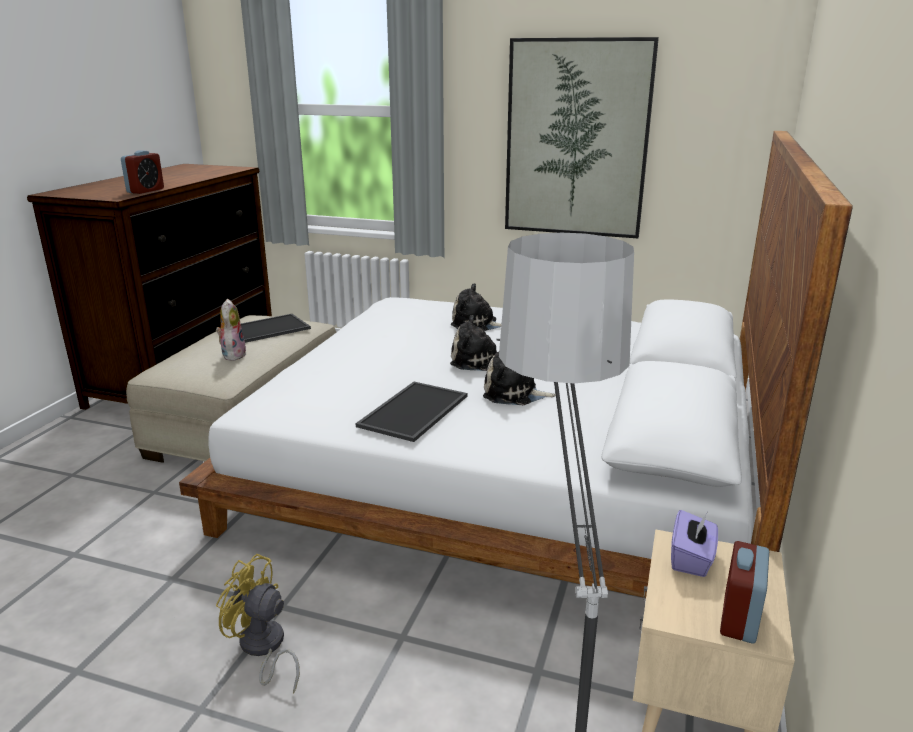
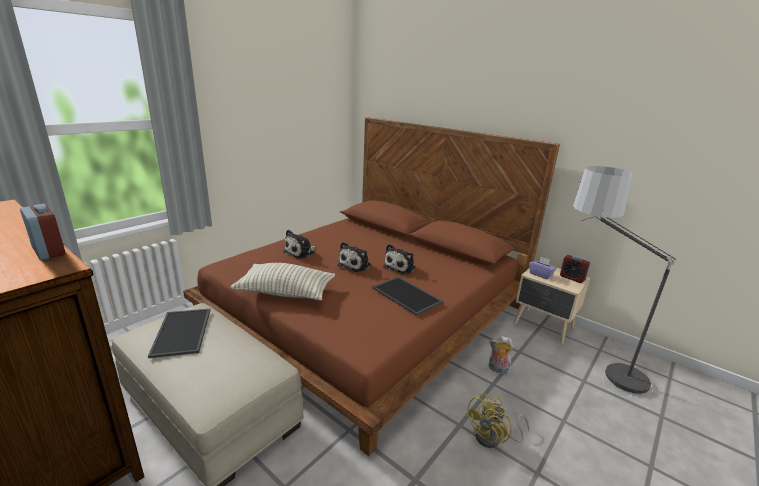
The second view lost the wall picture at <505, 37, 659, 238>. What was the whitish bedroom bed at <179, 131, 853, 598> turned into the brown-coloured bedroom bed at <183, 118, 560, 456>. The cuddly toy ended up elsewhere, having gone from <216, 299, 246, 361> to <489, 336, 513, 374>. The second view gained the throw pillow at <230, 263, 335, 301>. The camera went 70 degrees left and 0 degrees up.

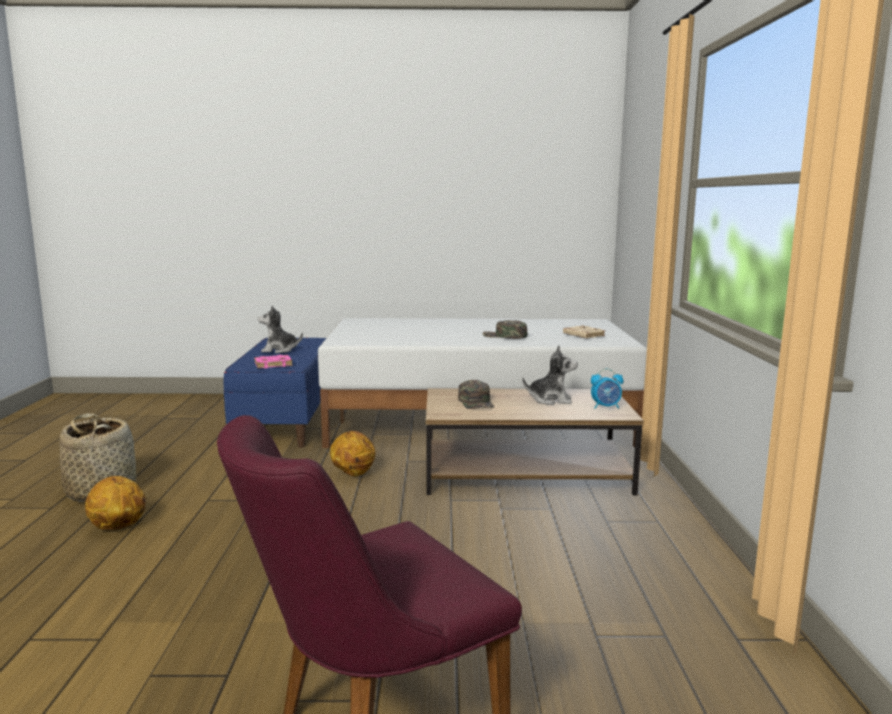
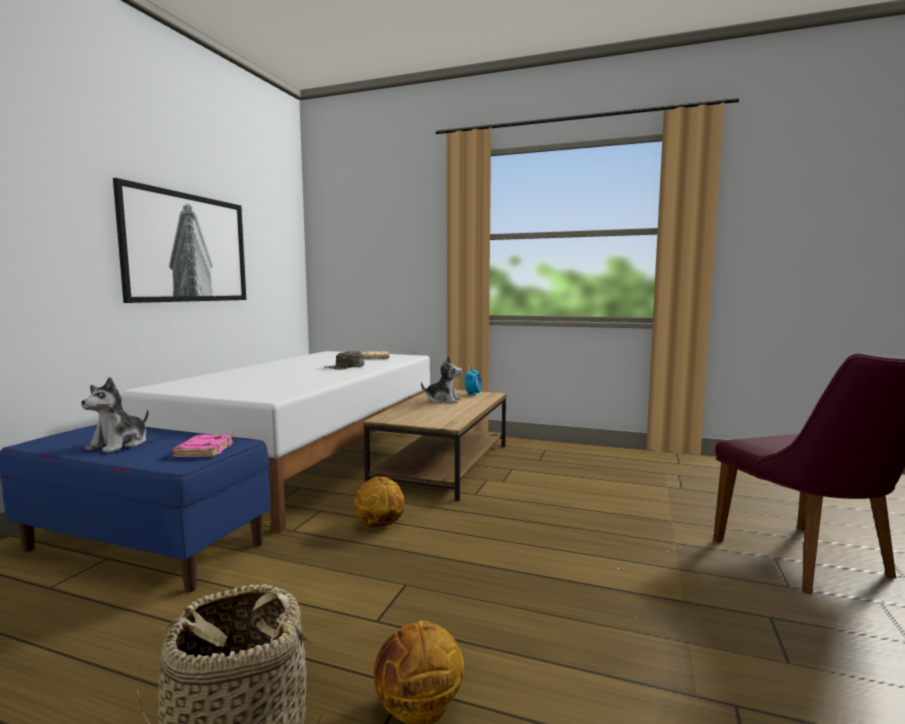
The cuddly toy at <522, 345, 578, 405> ended up facing another way, 75 degrees clockwise from before. The second view lost the greenish baseball cap at <458, 380, 494, 409>. The second view gained the wall picture at <113, 178, 246, 303>. The camera went 70 degrees left and 5 degrees down.

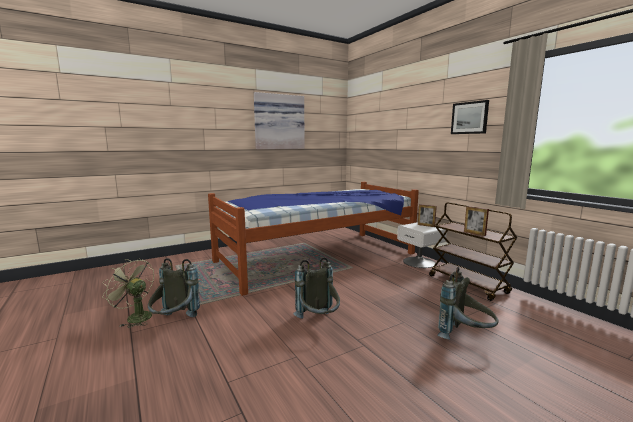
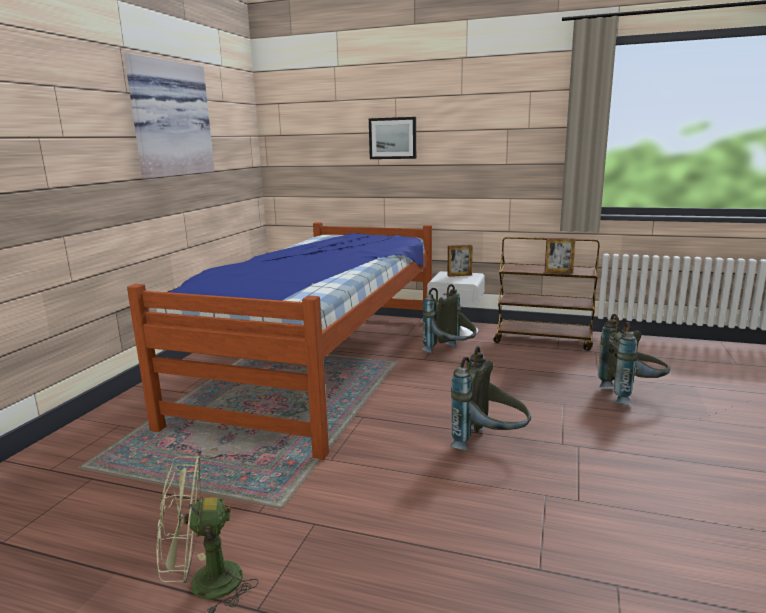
The wall picture ended up elsewhere, having gone from <451, 100, 489, 134> to <369, 117, 416, 159>. The grey rucksack ended up elsewhere, having gone from <148, 258, 200, 317> to <421, 284, 477, 354>. The camera went 40 degrees left and 5 degrees up.

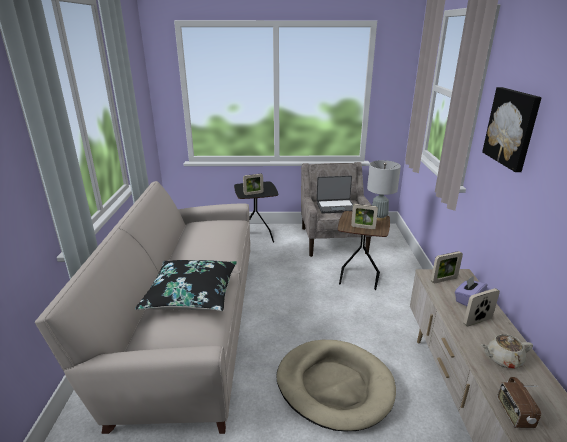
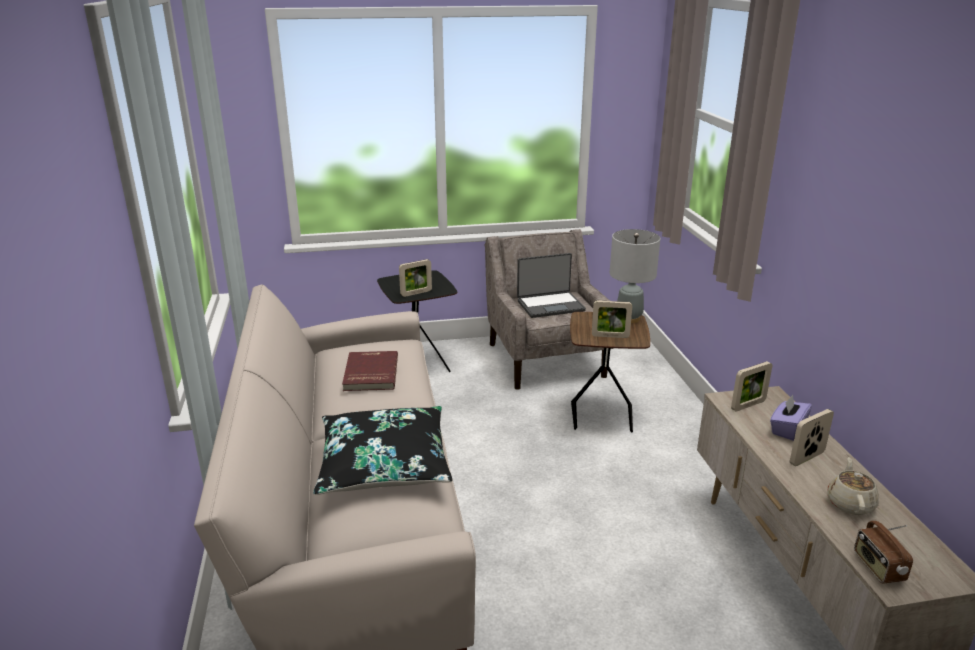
The second view lost the wall picture at <482, 87, 542, 172>. The sand-coloured tea pot at <481, 334, 533, 368> ended up facing another way, 120 degrees clockwise from before. The second view lost the sand-coloured dog cushion at <276, 340, 396, 431>. The second view gained the reddish volume at <342, 351, 398, 391>. The camera went 10 degrees left and 0 degrees up.

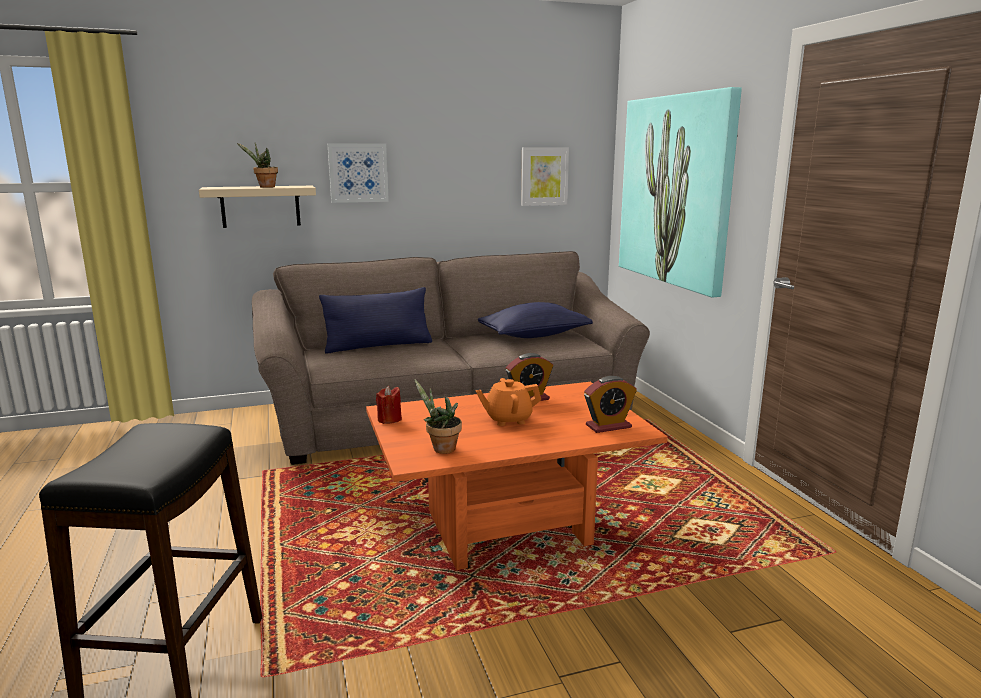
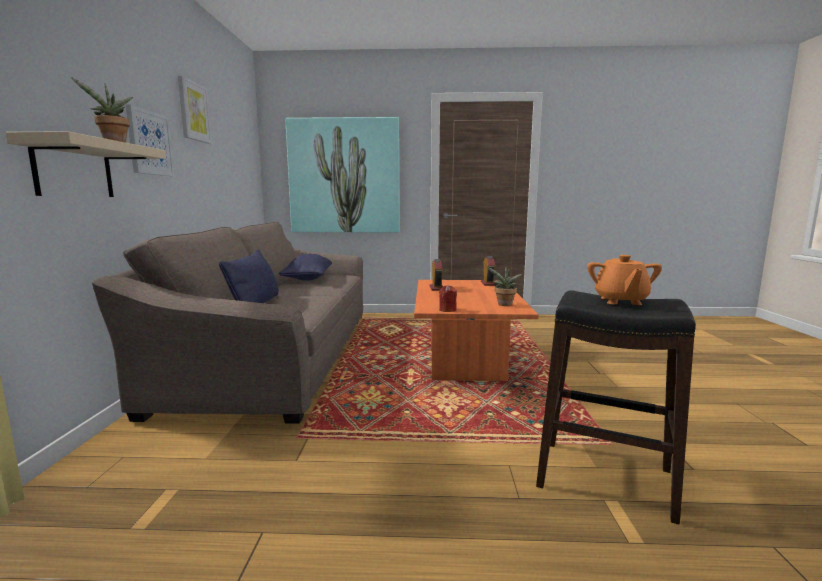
The wall picture ended up elsewhere, having gone from <521, 148, 569, 206> to <178, 76, 212, 144>. The orange tea pot ended up elsewhere, having gone from <476, 378, 541, 426> to <587, 255, 662, 305>. The camera went 70 degrees left and 5 degrees down.

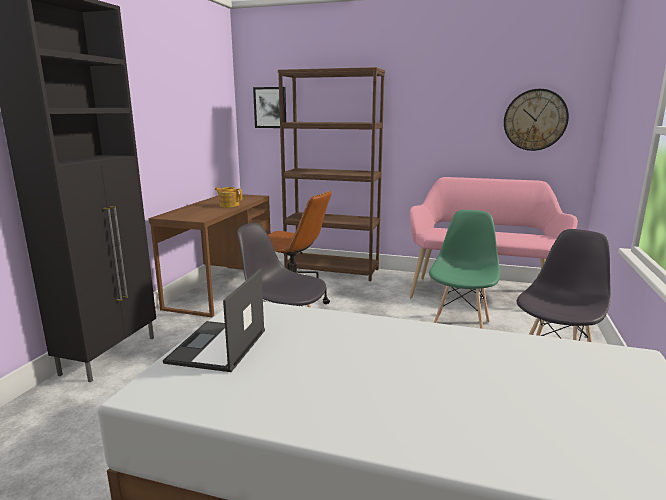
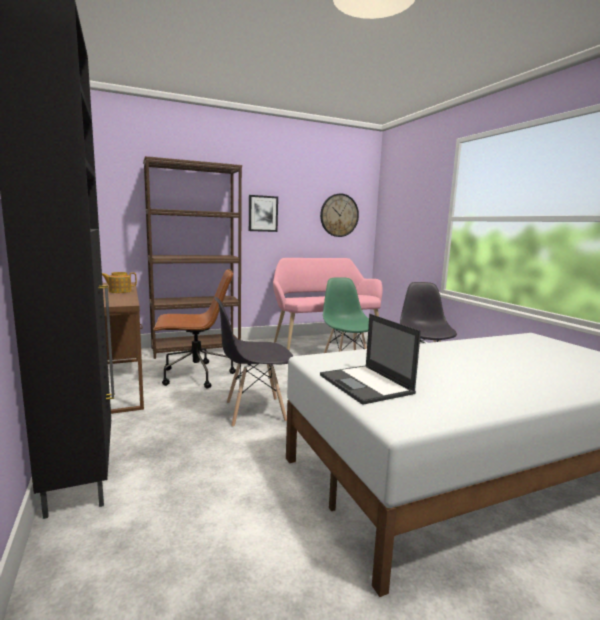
The wall picture ended up elsewhere, having gone from <253, 87, 286, 128> to <249, 195, 278, 232>. The camera went 40 degrees left and 5 degrees down.

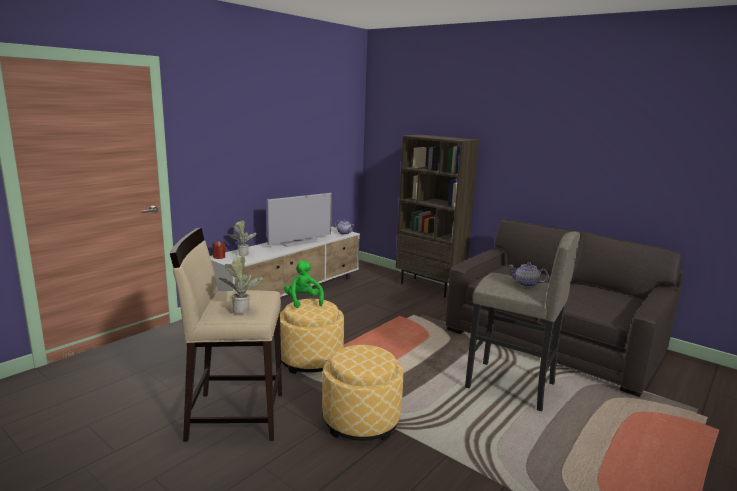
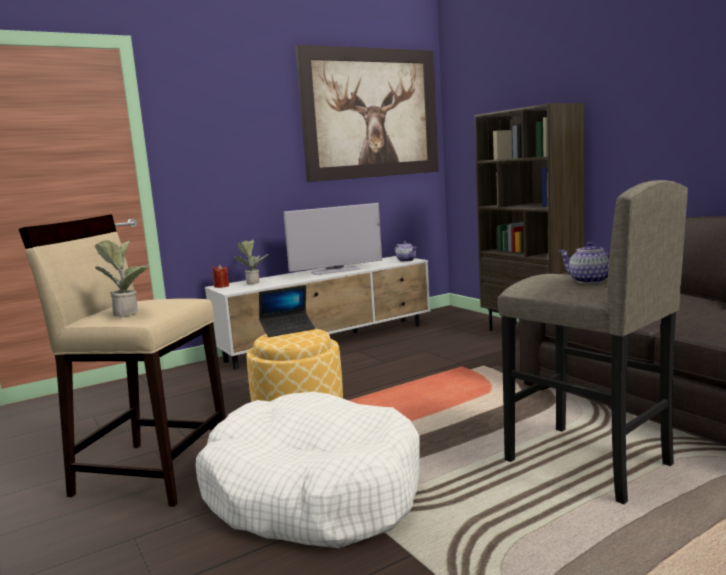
Where the greenish cuddly toy stood at <284, 260, 324, 308>, the laptop came to stand at <259, 285, 315, 337>. Where the ottoman stood at <322, 345, 403, 441>, the whitish dog cushion came to stand at <196, 392, 420, 548>. The second view gained the wall picture at <295, 45, 438, 182>. The camera went 20 degrees right and 5 degrees down.

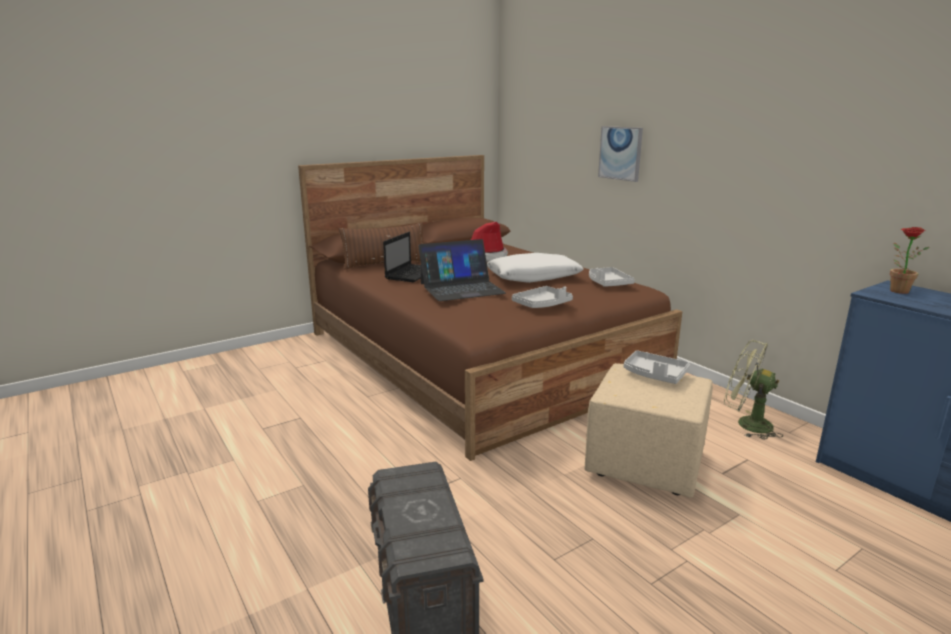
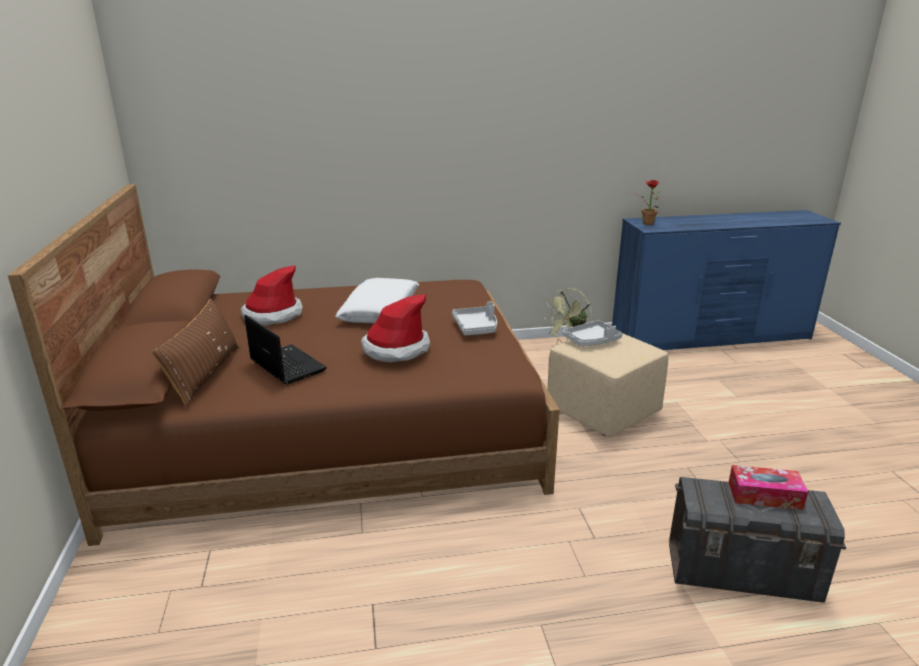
The second view lost the wall picture at <598, 126, 643, 182>. Where the laptop stood at <418, 239, 506, 301>, the clothing hat came to stand at <361, 294, 430, 363>. The second view lost the grey tray at <589, 267, 635, 287>. The second view gained the box of tissues at <728, 465, 808, 510>. The camera went 65 degrees left and 5 degrees up.

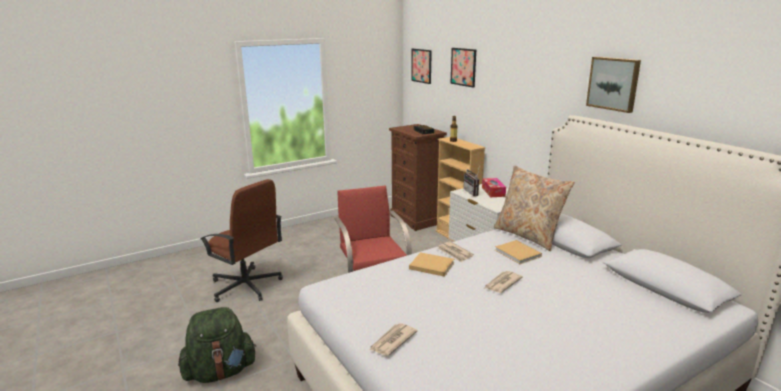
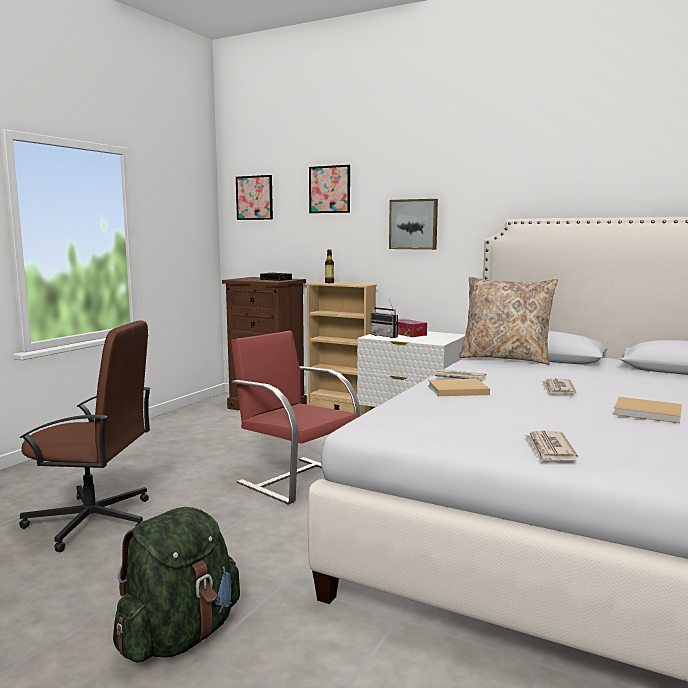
The wall picture ended up elsewhere, having gone from <586, 57, 641, 113> to <389, 199, 438, 250>. The sand-coloured volume ended up elsewhere, having gone from <495, 240, 542, 264> to <613, 397, 682, 423>. The camera went 30 degrees left and 10 degrees down.

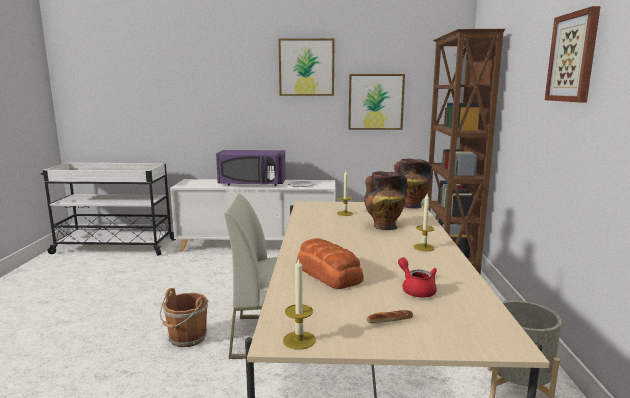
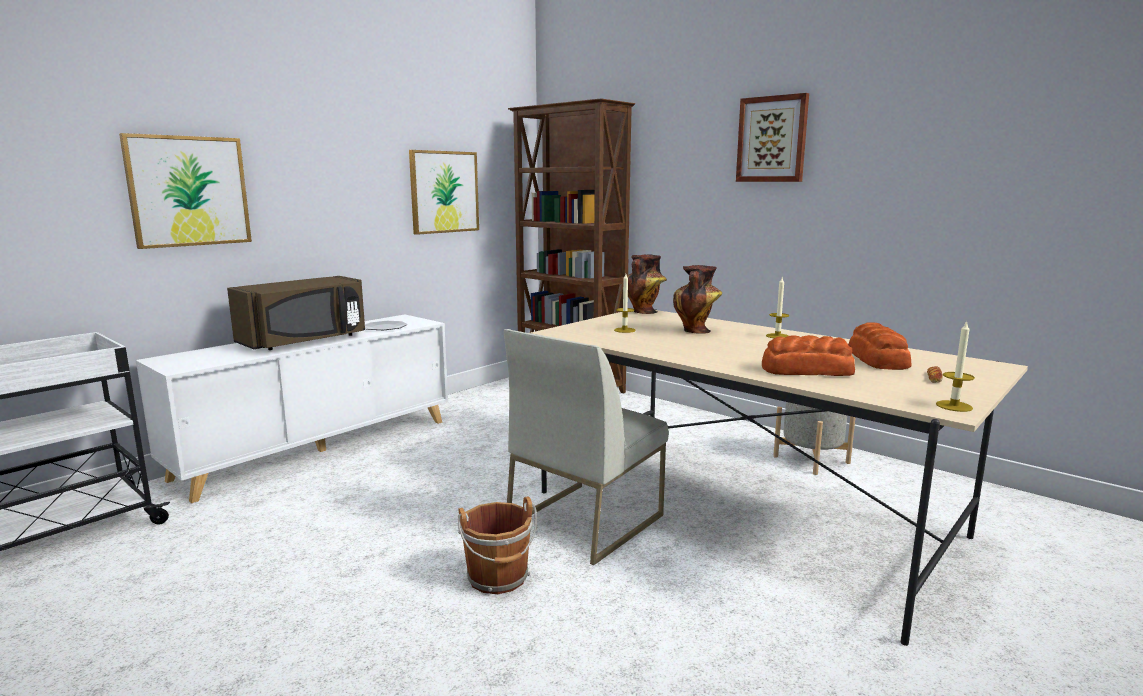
The wall picture ended up elsewhere, having gone from <279, 38, 335, 96> to <119, 133, 252, 249>. What was the purplish kitchen microwave at <216, 150, 286, 186> turned into the brown-coloured kitchen microwave at <227, 276, 365, 350>. Where the reddish tea pot stood at <398, 258, 437, 298>, the bread came to stand at <848, 322, 911, 370>. The camera went 50 degrees left and 0 degrees up.

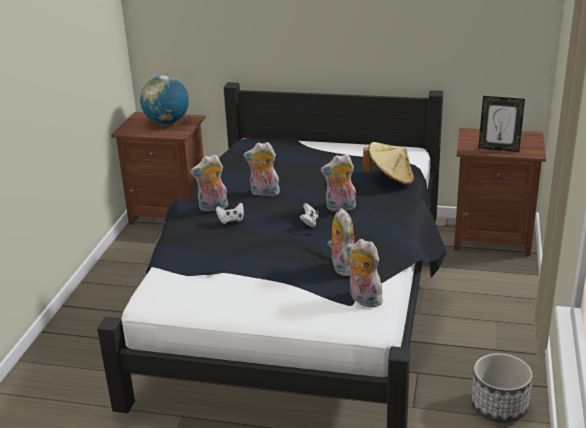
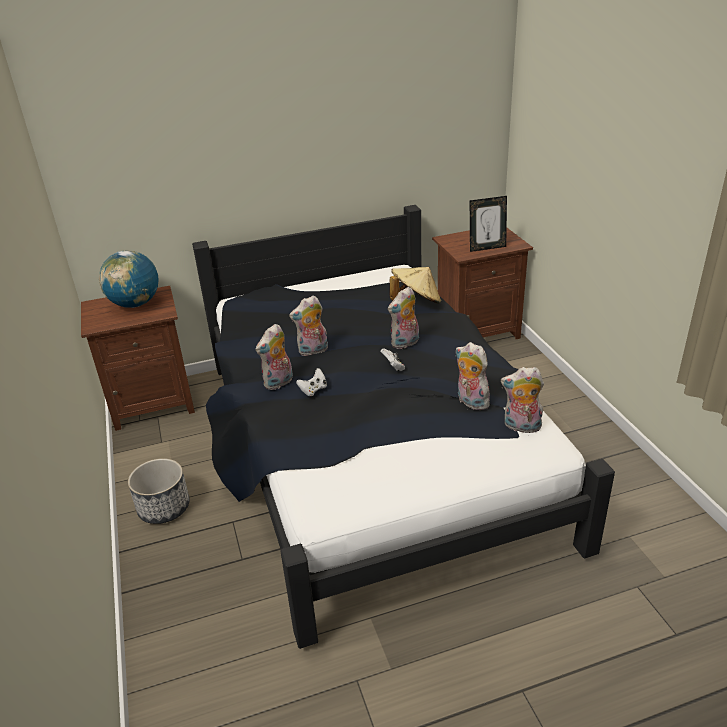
The plant pot ended up elsewhere, having gone from <471, 353, 532, 423> to <128, 458, 190, 524>. The camera went 30 degrees left and 5 degrees up.

